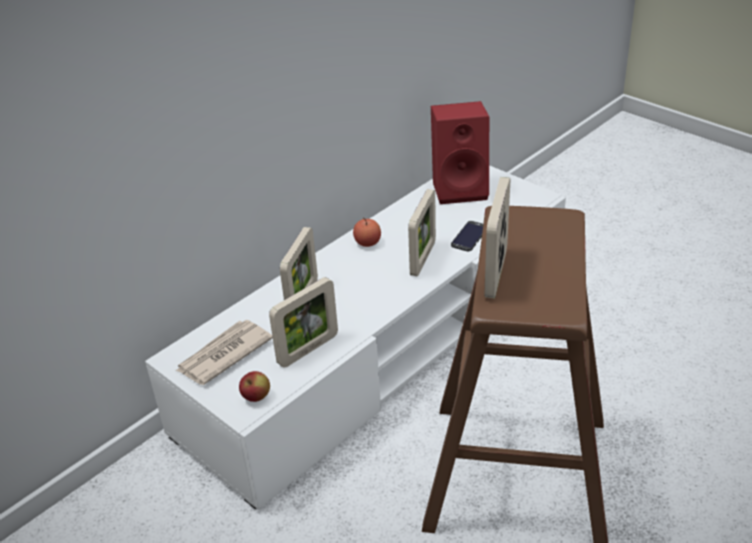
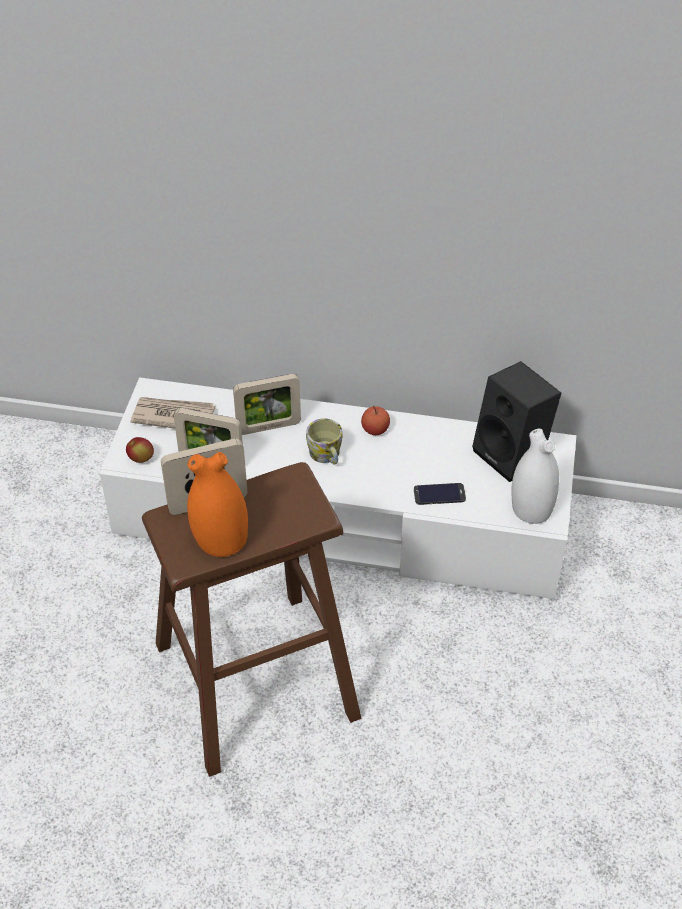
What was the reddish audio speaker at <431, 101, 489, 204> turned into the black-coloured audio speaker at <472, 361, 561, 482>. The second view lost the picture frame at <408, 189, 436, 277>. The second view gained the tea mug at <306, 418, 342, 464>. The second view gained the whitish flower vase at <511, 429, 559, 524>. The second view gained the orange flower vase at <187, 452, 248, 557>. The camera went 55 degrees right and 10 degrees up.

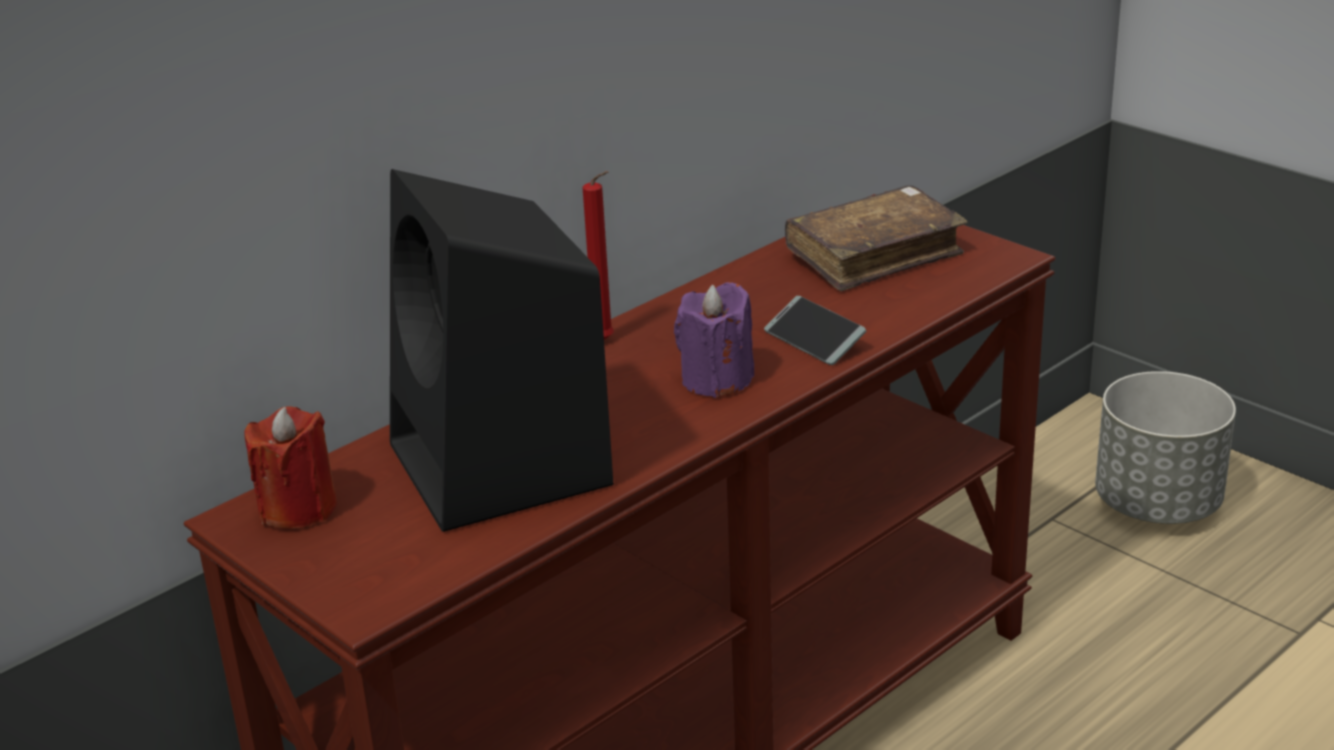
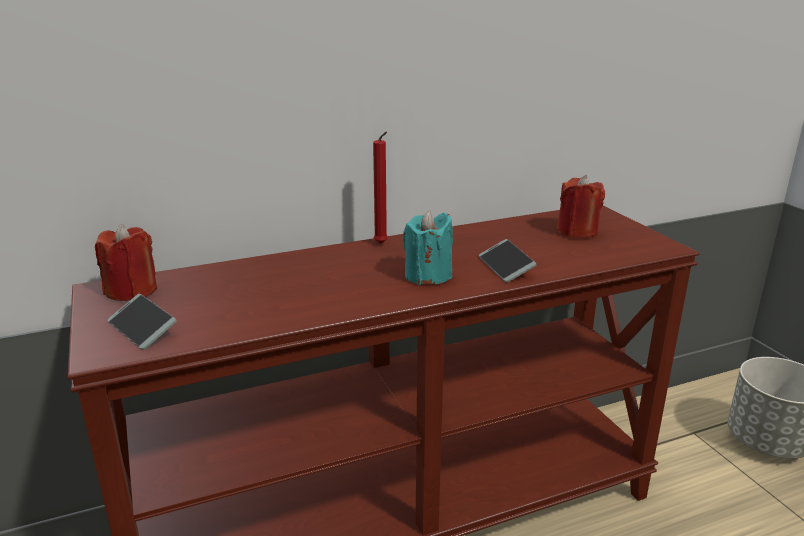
The second view lost the black-coloured audio speaker at <390, 169, 614, 532>. Where the brown-coloured volume stood at <785, 185, 968, 291>, the reddish wax candle came to stand at <557, 175, 605, 238>. What was the purplish wax candle at <674, 282, 754, 398> turned into the turquoise-coloured wax candle at <403, 210, 453, 285>. The second view gained the handset at <108, 294, 177, 350>. The camera went 20 degrees right and 5 degrees down.

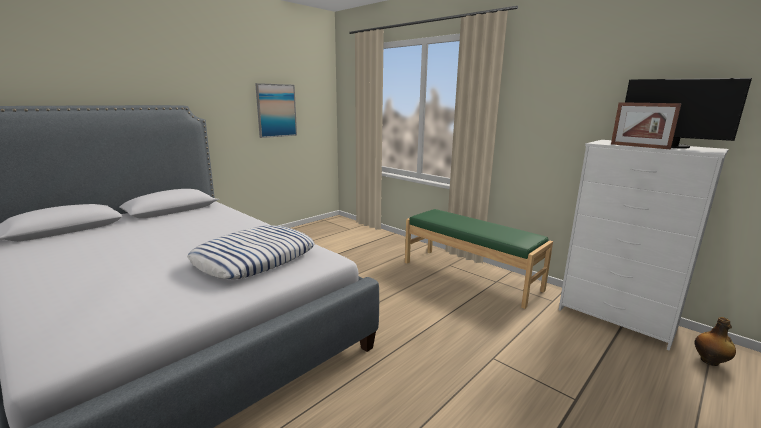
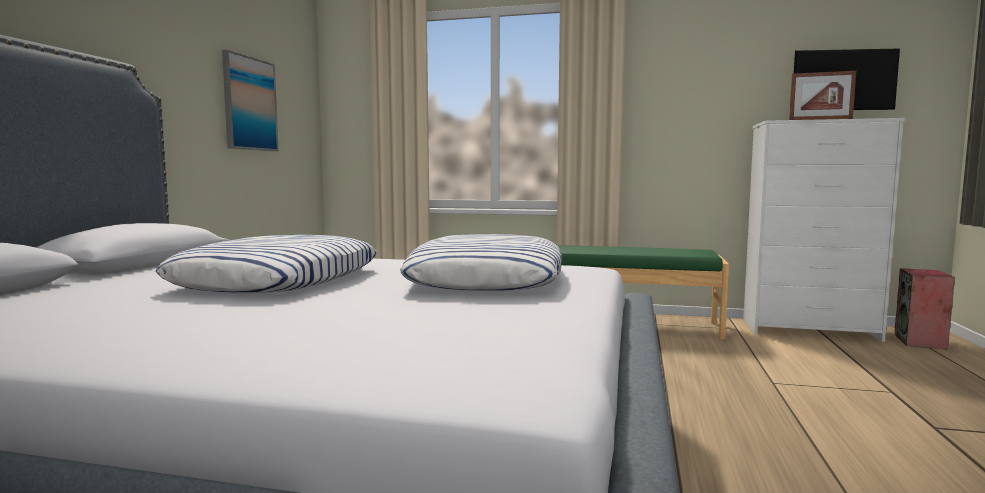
Where the bottle stood at <695, 317, 736, 366>, the audio speaker came to stand at <894, 268, 955, 350>. The second view gained the throw pillow at <155, 235, 377, 293>. The camera went 30 degrees left and 10 degrees down.

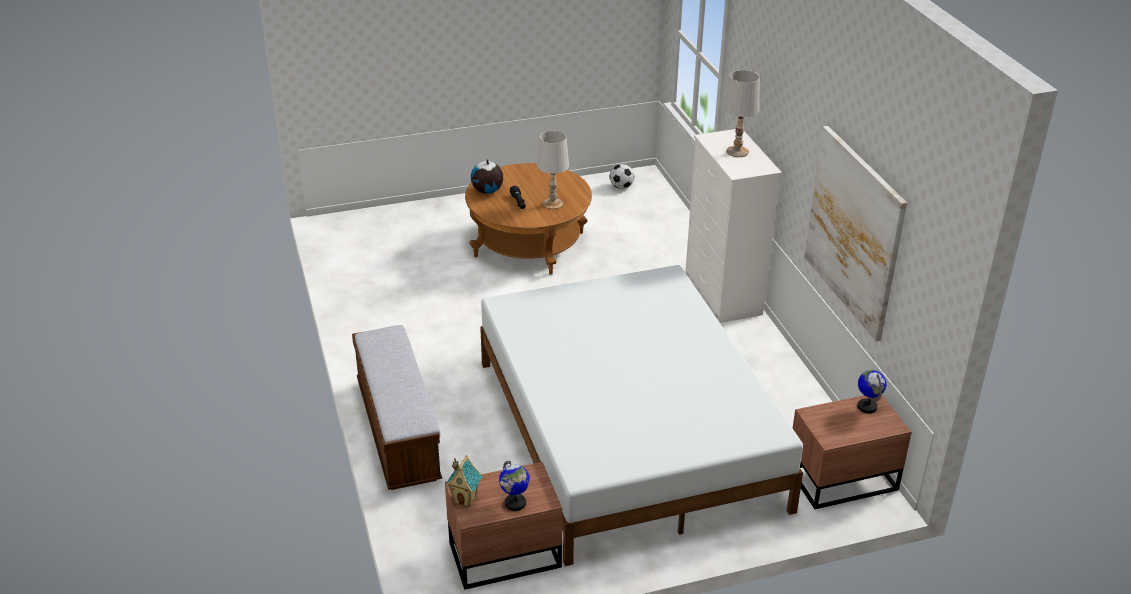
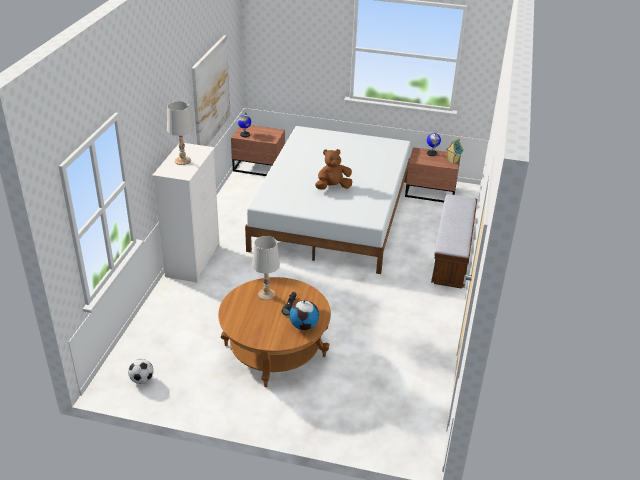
The second view gained the brown-coloured cuddly toy at <315, 149, 352, 190>. The camera went 150 degrees left and 0 degrees up.

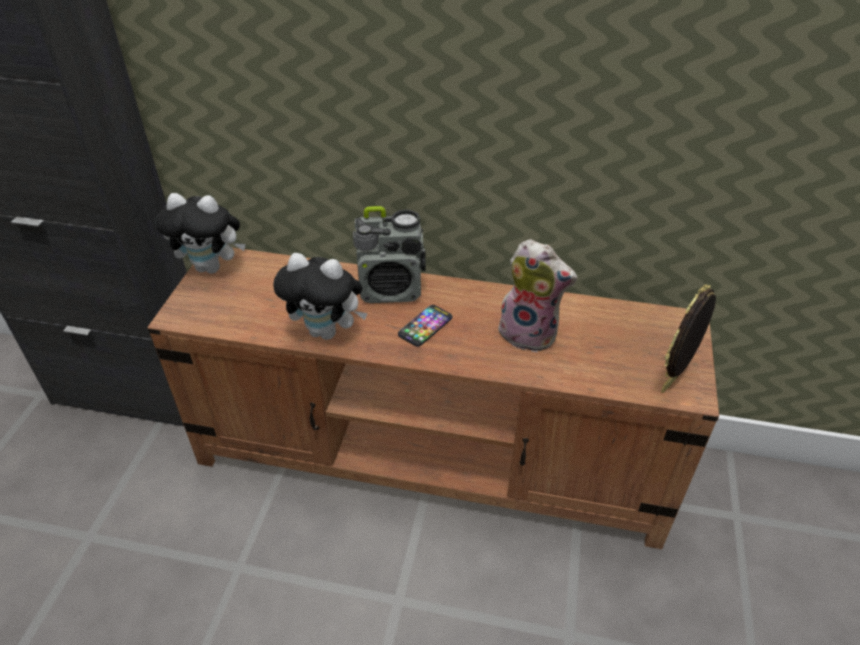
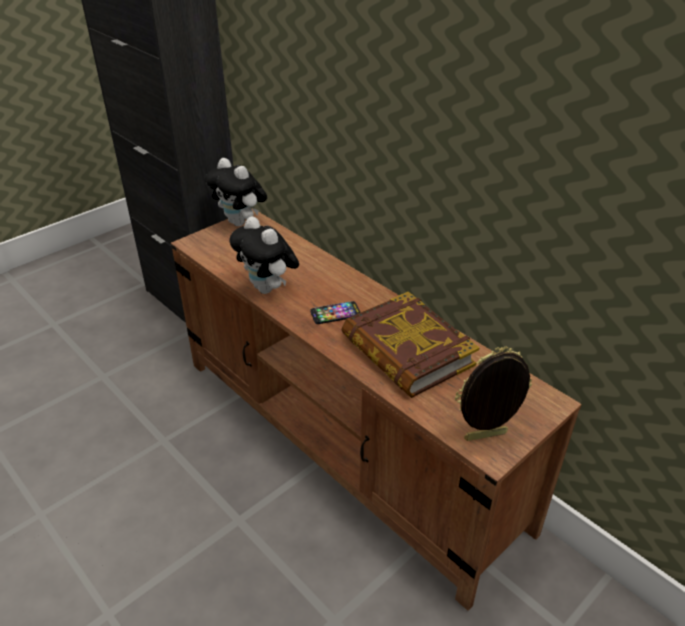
The second view lost the radio at <353, 206, 426, 303>. Where the cuddly toy stood at <498, 239, 577, 353>, the volume came to stand at <342, 292, 480, 398>. The camera went 35 degrees right and 5 degrees down.

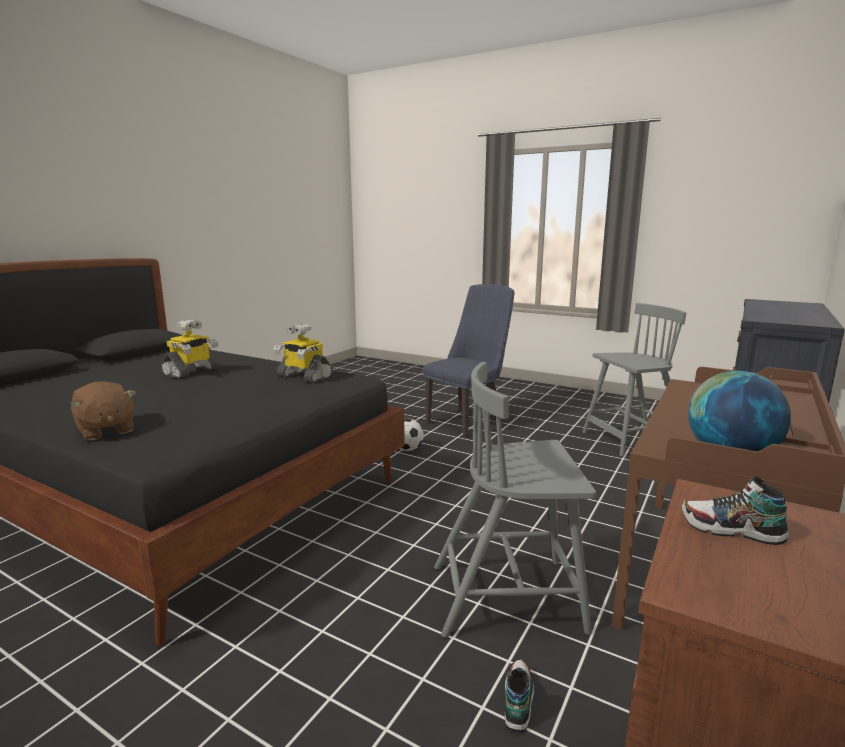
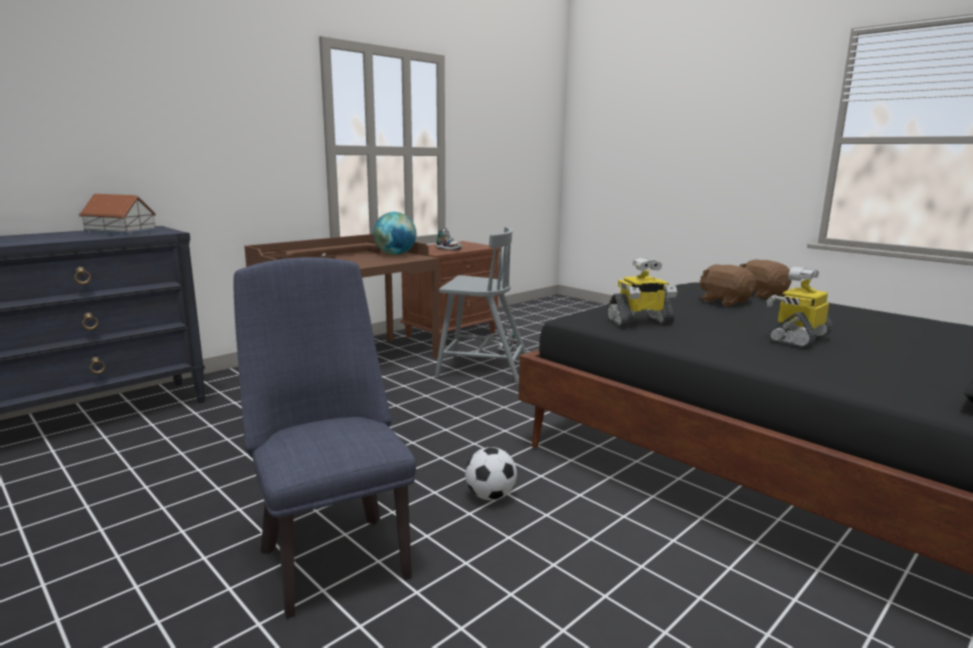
The bluish chair at <423, 284, 514, 437> ended up facing another way, 90 degrees clockwise from before. The second view lost the grey chair at <582, 303, 686, 457>. The model robot at <273, 323, 332, 383> ended up facing another way, 120 degrees clockwise from before. The second view gained the miniature house at <79, 194, 156, 236>. The second view gained the brown-coloured cuddly toy at <700, 264, 756, 306>. The camera went 165 degrees left and 0 degrees up.

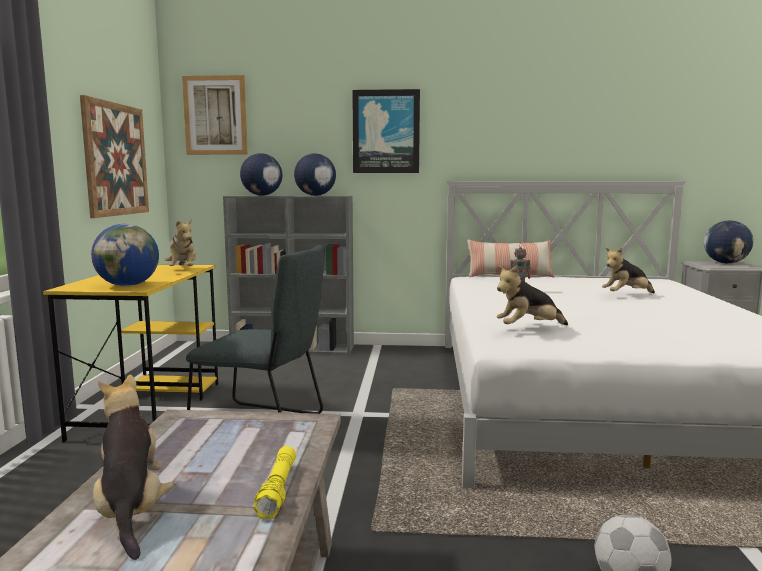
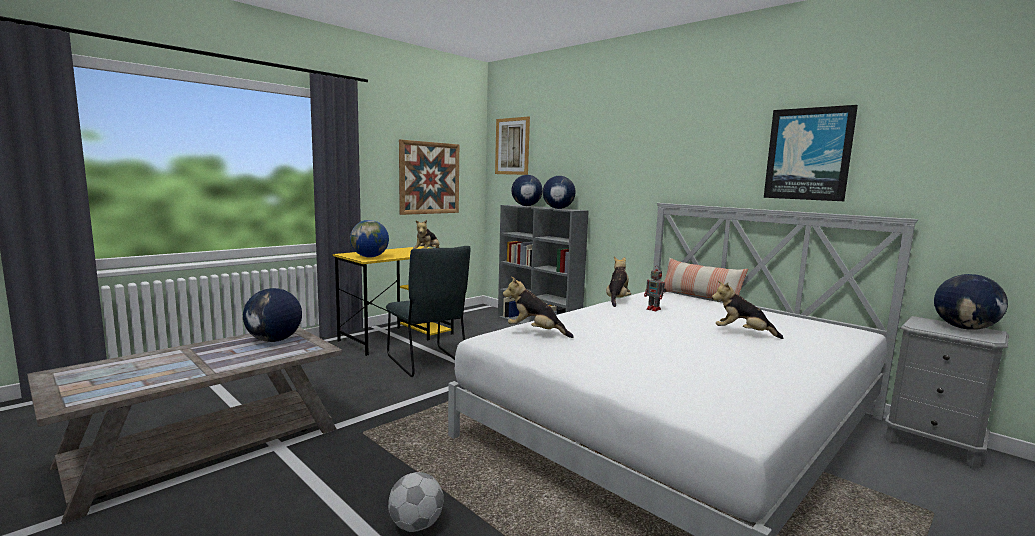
The wall picture ended up elsewhere, having gone from <352, 89, 420, 173> to <764, 105, 858, 201>. The cuddly toy ended up elsewhere, having gone from <93, 374, 174, 560> to <606, 257, 631, 307>. The second view lost the yellow flashlight at <253, 446, 296, 519>. The second view gained the world globe at <243, 288, 302, 342>. The camera went 40 degrees right and 0 degrees up.

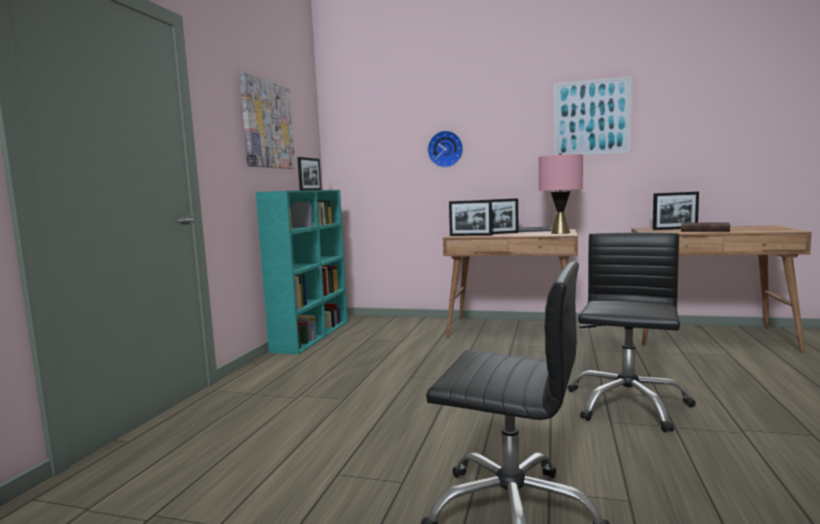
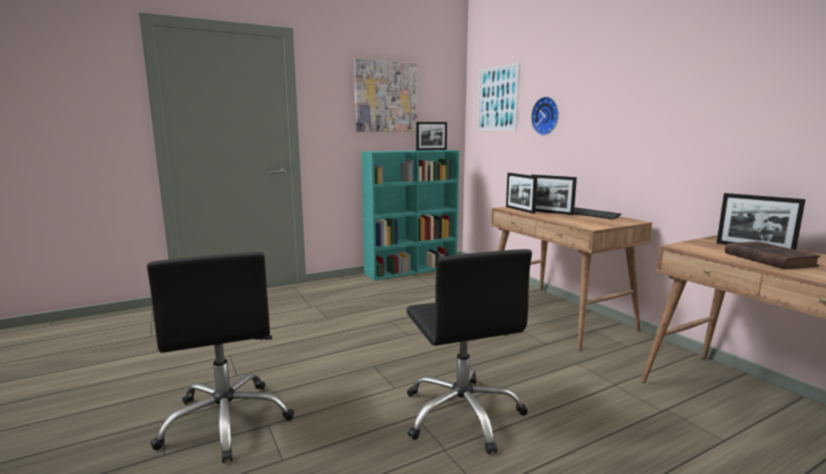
The wall picture ended up elsewhere, having gone from <554, 76, 632, 156> to <477, 62, 520, 131>. The second view lost the pink lamp for a table at <539, 153, 583, 234>. The black-coloured computer chair at <568, 233, 696, 432> ended up facing another way, 90 degrees clockwise from before. The camera went 45 degrees right and 5 degrees up.

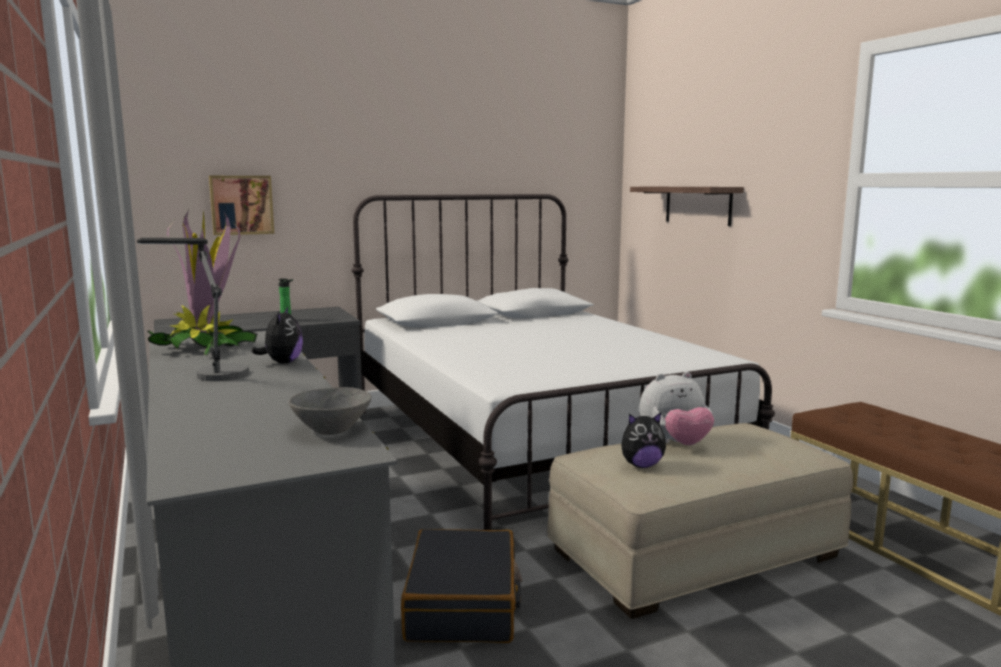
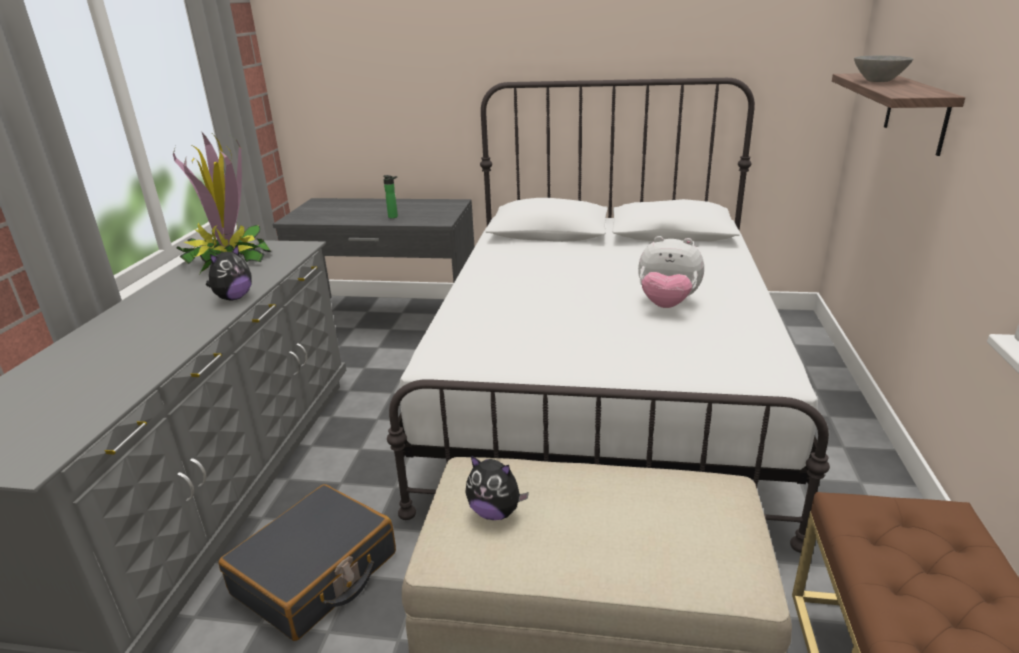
The second view lost the wall picture at <209, 176, 274, 235>. The second view lost the lamp for a table at <137, 238, 249, 381>. The cuddly toy ended up elsewhere, having gone from <639, 372, 714, 445> to <638, 236, 704, 308>. The grey serving bowl ended up elsewhere, having gone from <288, 387, 372, 435> to <854, 55, 913, 82>. The camera went 35 degrees right and 15 degrees up.

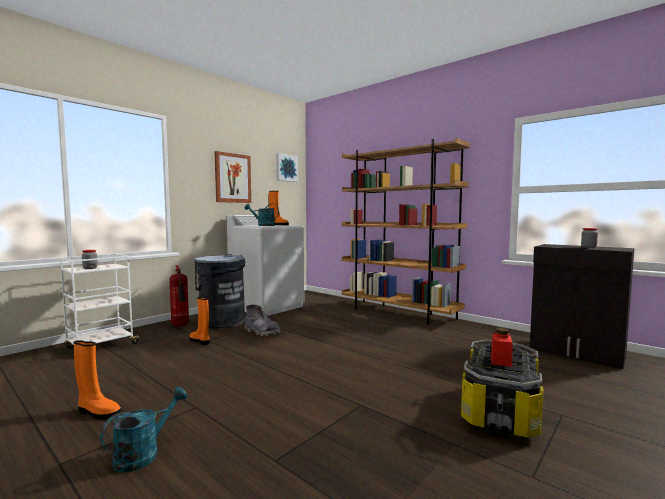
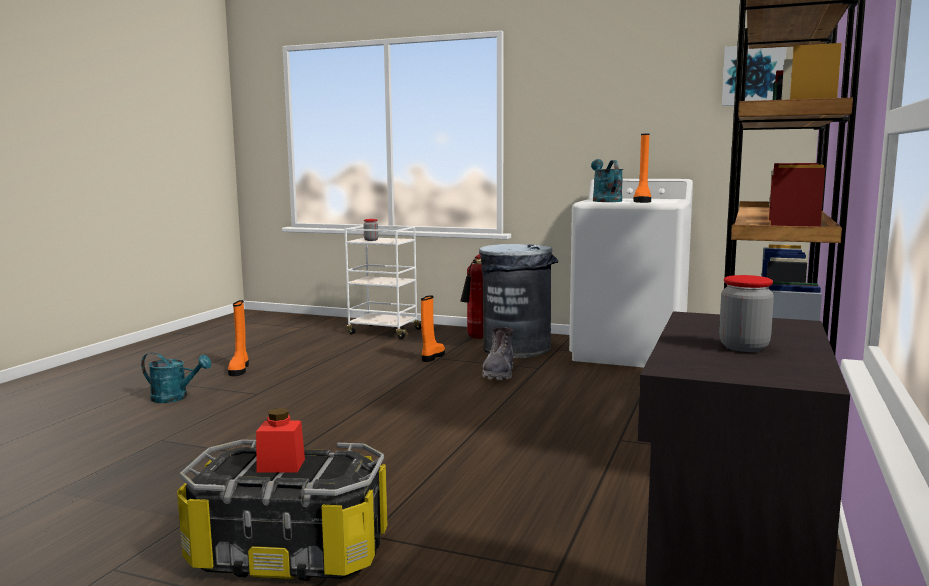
The second view lost the wall picture at <215, 151, 251, 203>. The camera went 70 degrees right and 5 degrees up.

